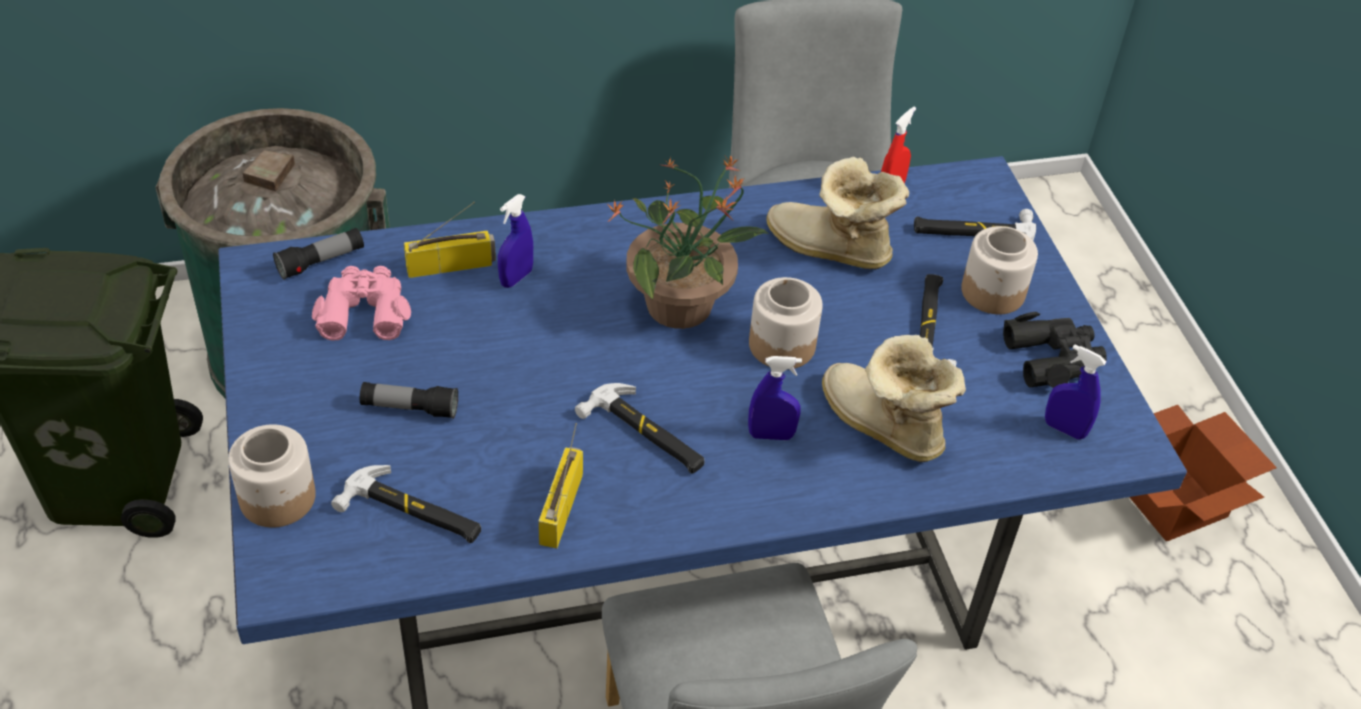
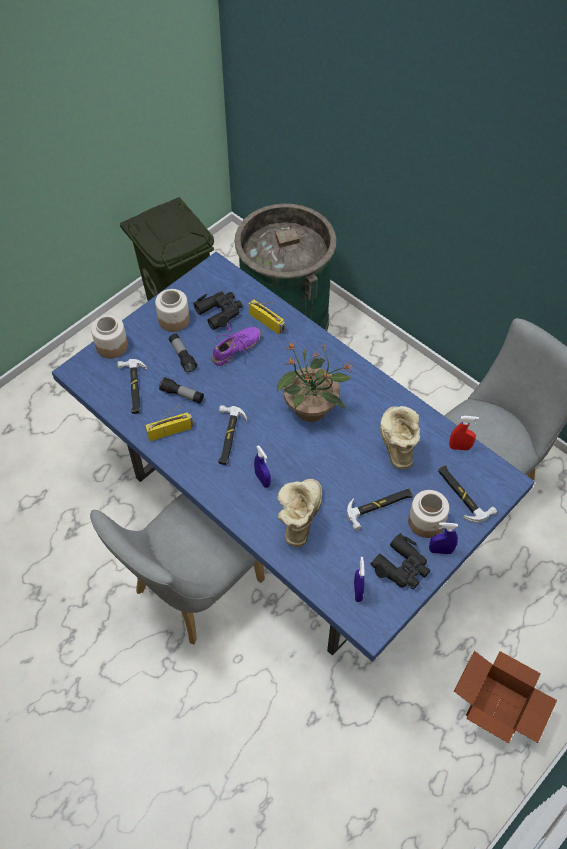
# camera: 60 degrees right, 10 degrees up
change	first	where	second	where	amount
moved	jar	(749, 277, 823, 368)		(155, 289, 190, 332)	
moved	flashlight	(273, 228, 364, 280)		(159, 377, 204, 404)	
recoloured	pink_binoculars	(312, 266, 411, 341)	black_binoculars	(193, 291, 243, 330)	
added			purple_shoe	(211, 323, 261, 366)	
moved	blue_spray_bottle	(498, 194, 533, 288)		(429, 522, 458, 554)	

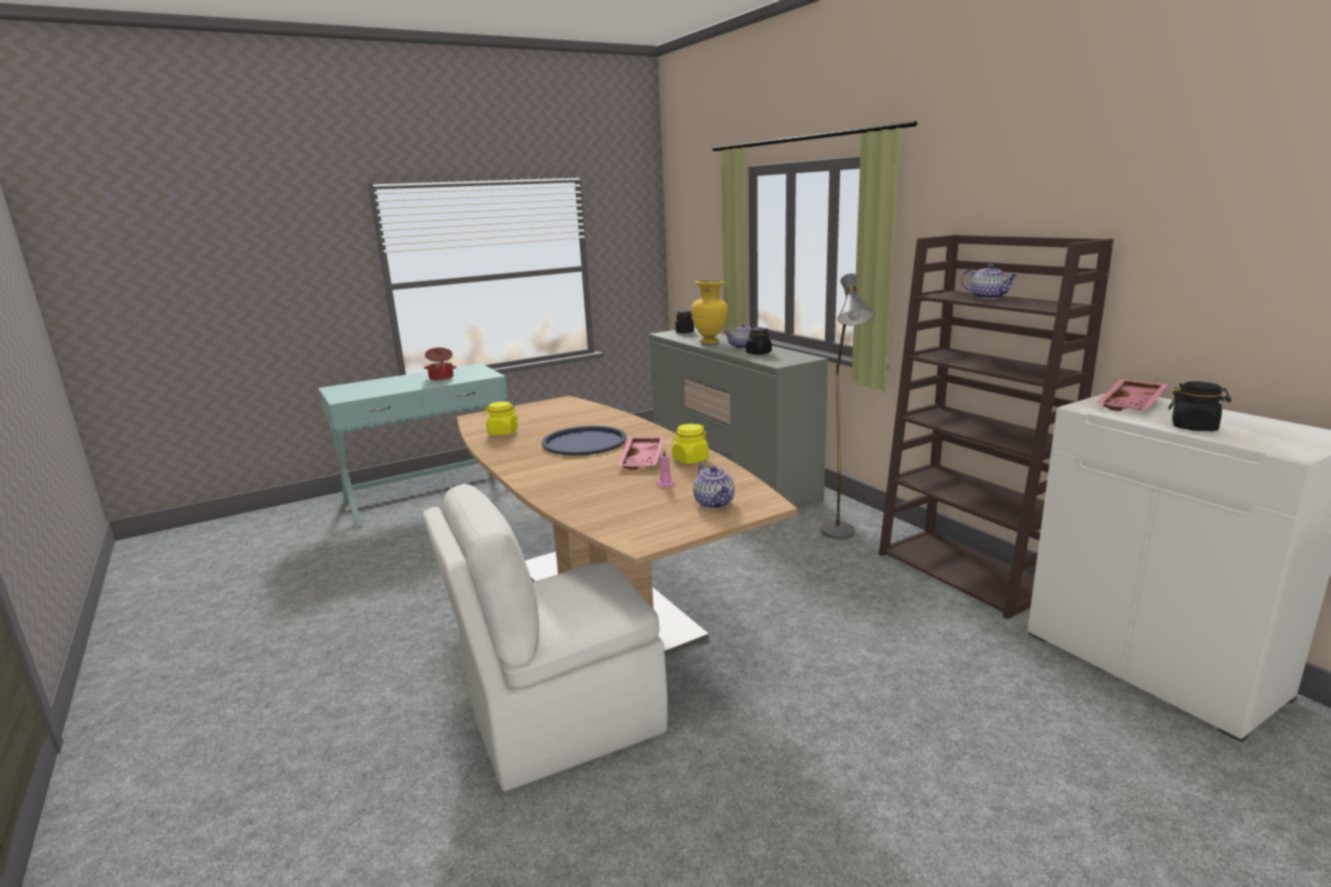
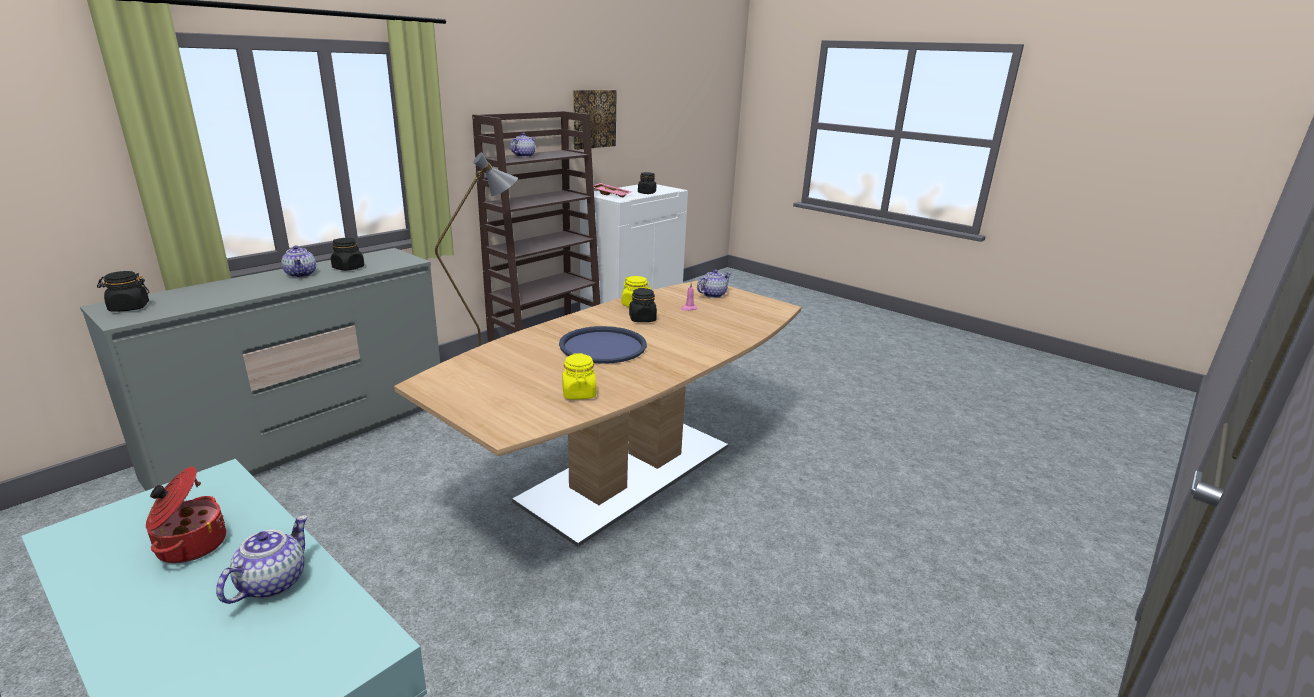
# camera: 110 degrees left, 5 degrees up
change	first	where	second	where	amount
added			teapot	(216, 515, 308, 604)	
added			picture	(573, 90, 617, 150)	
replaced	pink_tray	(617, 436, 665, 470)	black_jar	(629, 288, 657, 322)	
removed	white_chair	(423, 484, 668, 791)			
removed	yellow_vase	(692, 280, 728, 344)			

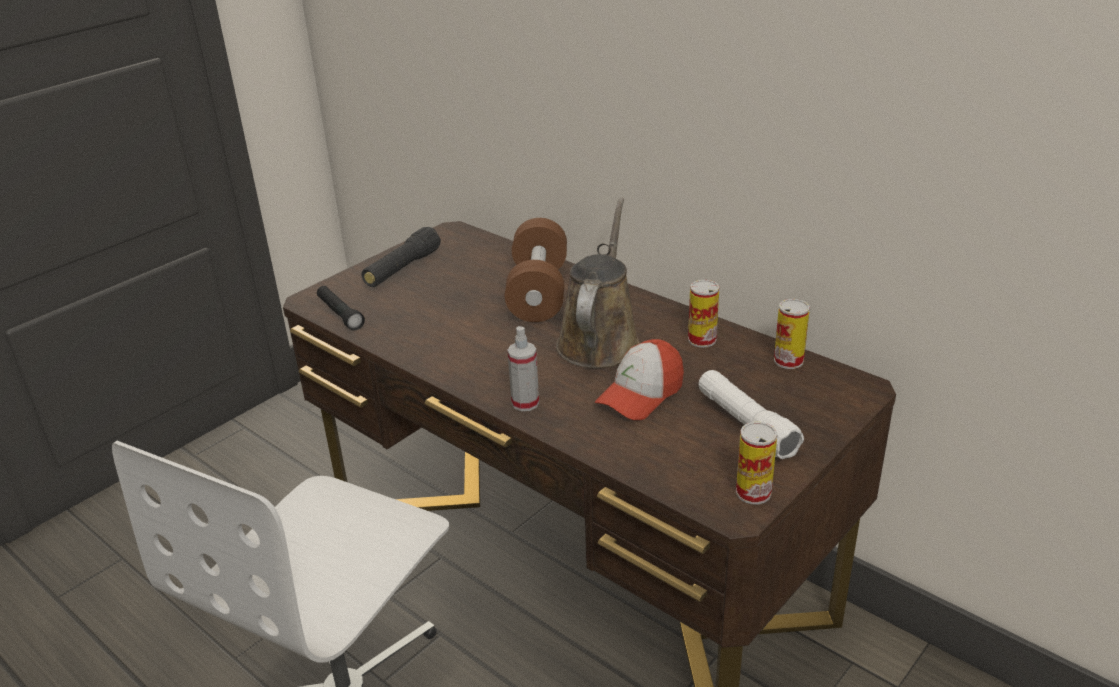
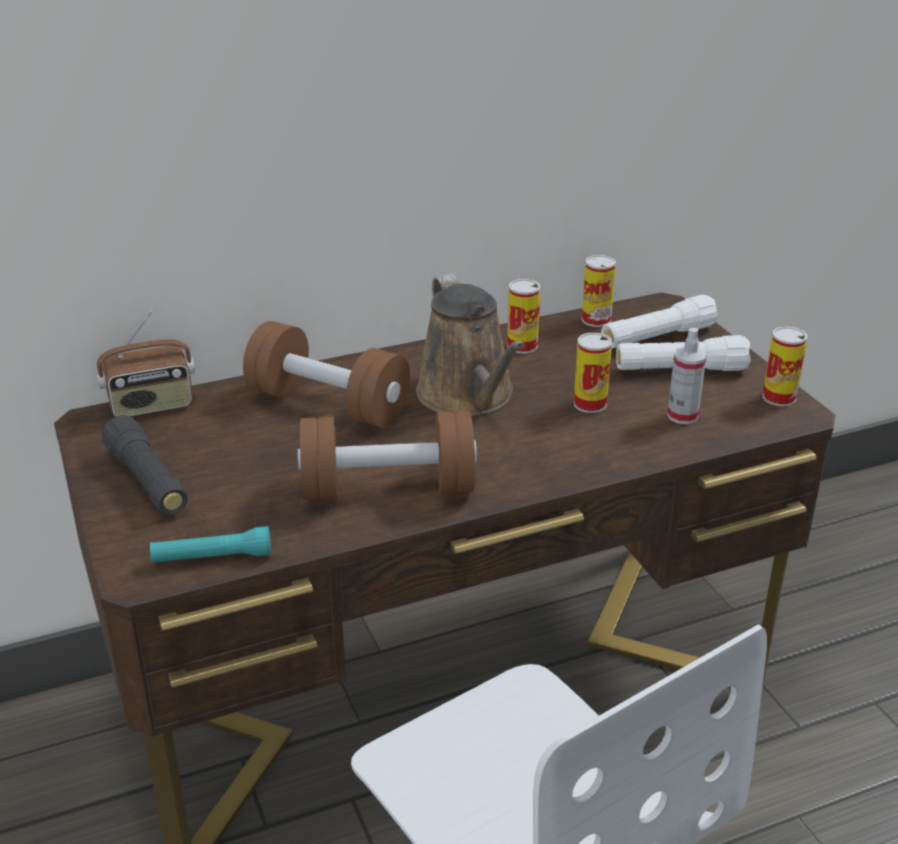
# camera: 65 degrees left, 0 degrees up
change	first	where	second	where	amount
added			radio	(97, 311, 195, 417)	
recoloured	black_flashlight	(317, 286, 365, 331)	turquoise_flashlight	(150, 526, 271, 563)	
added			brown_dumbbell	(298, 411, 477, 500)	
turned	brown_watering_can	(556, 198, 640, 368)		(416, 273, 525, 416)	150 degrees counterclockwise
replaced	cap	(595, 339, 684, 420)	can	(574, 333, 612, 413)	
added			white_flashlight	(601, 294, 718, 348)	
moved	spray_bottle	(508, 326, 539, 411)		(667, 328, 707, 424)	

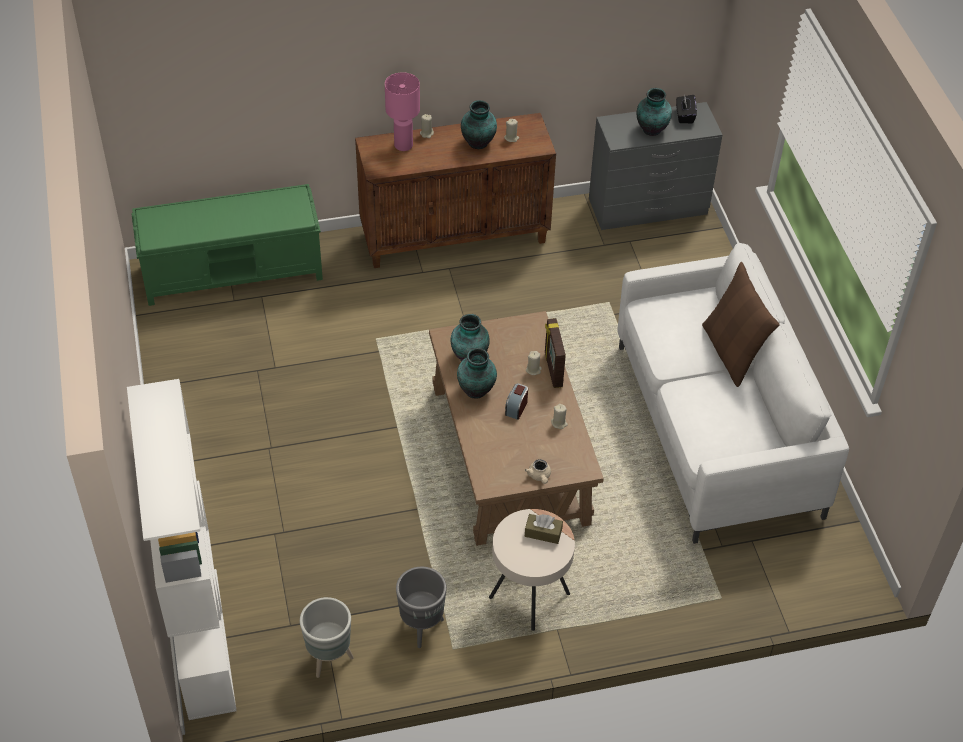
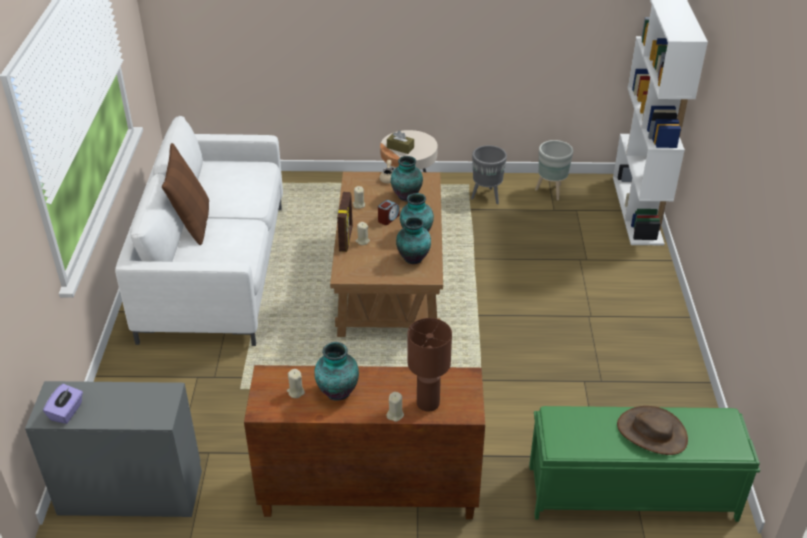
# camera: 165 degrees left, 10 degrees down
change	first	where	second	where	amount
recoloured	black_tissue_box	(676, 95, 697, 123)	purple_tissue_box	(43, 384, 83, 424)	
moved	vase	(636, 88, 672, 136)		(391, 156, 423, 201)	
recoloured	pink_table_lamp	(385, 72, 420, 151)	brown_table_lamp	(408, 318, 452, 412)	
added			brown_hat	(617, 406, 688, 455)	

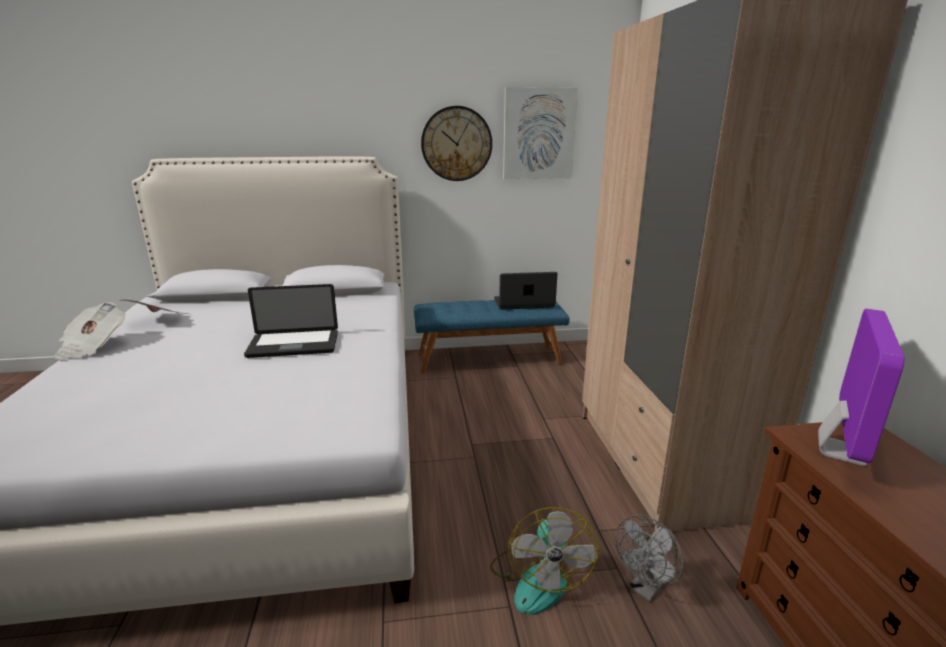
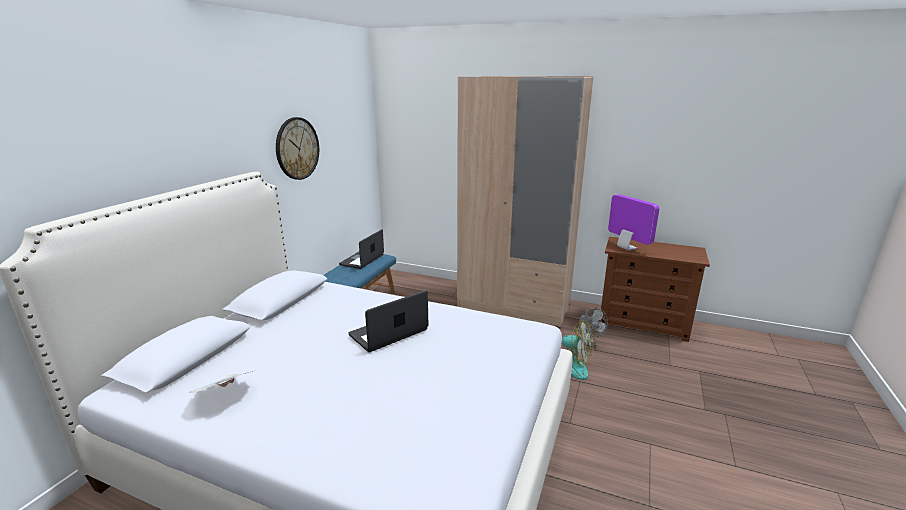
# camera: 60 degrees left, 0 degrees up
change	first	where	second	where	amount
turned	laptop	(244, 284, 338, 358)		(349, 290, 428, 352)	150 degrees counterclockwise
removed	newspaper	(54, 302, 125, 360)			
removed	picture	(503, 87, 578, 179)			

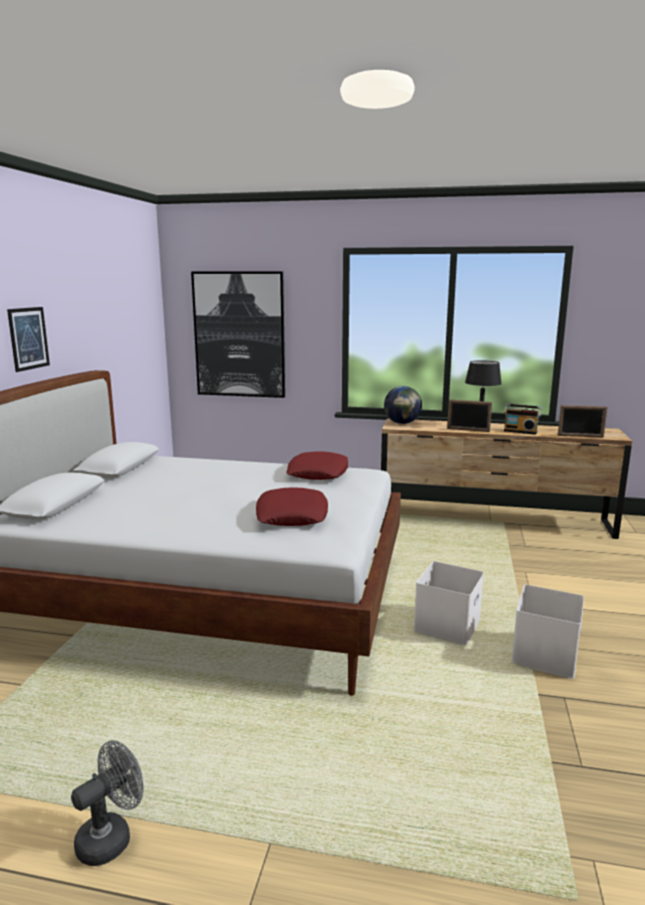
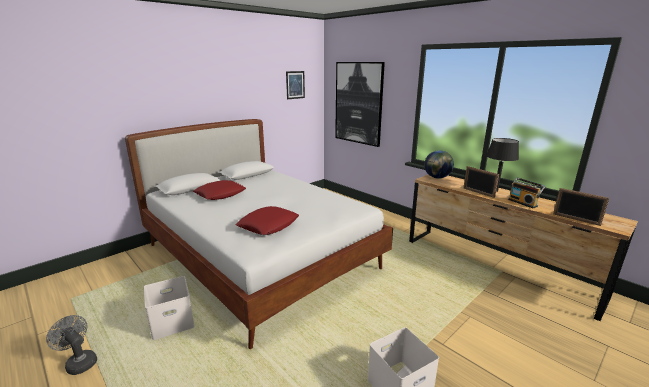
# camera: 35 degrees right, 5 degrees up
change	first	where	second	where	amount
turned	grey_fan	(71, 740, 144, 866)		(46, 315, 97, 375)	135 degrees counterclockwise
moved	white_storage_box	(414, 561, 484, 645)		(144, 276, 194, 340)	
moved	red_pillow	(287, 451, 348, 480)		(193, 180, 246, 200)	
moved	picture	(7, 307, 50, 372)		(286, 71, 305, 99)	

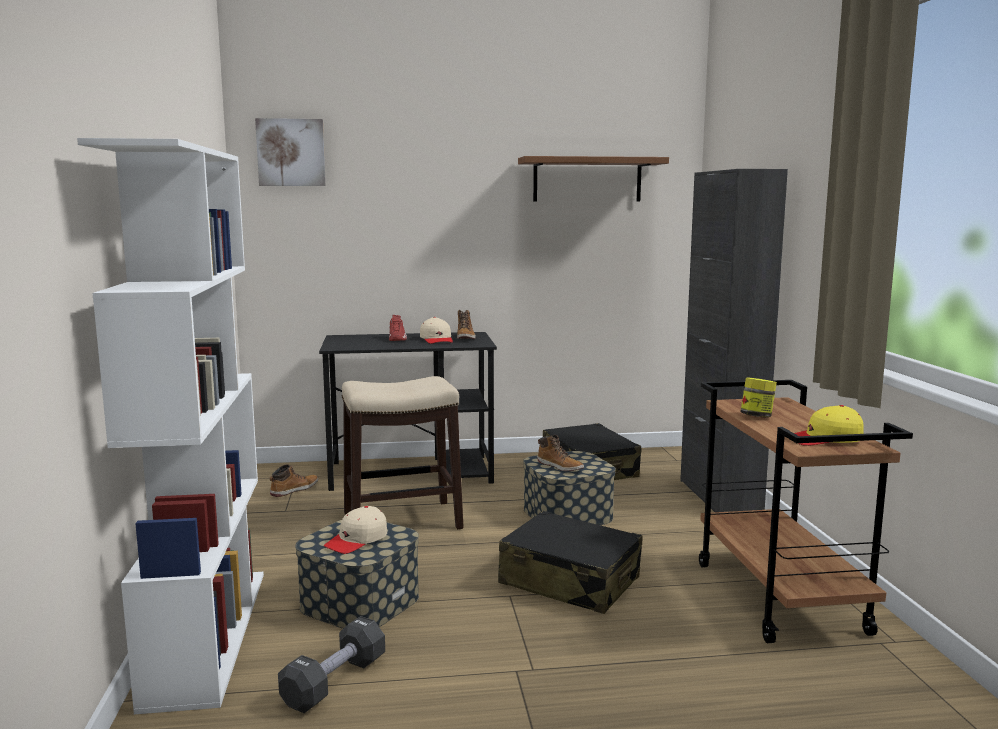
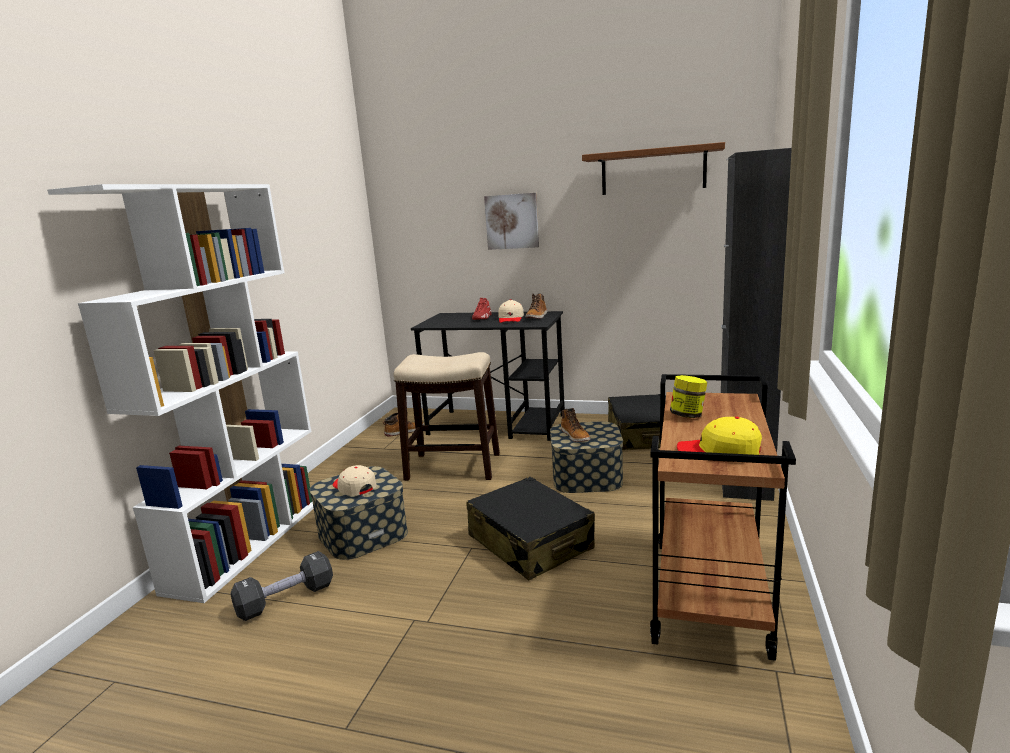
# camera: 25 degrees right, 5 degrees up
change	first	where	second	where	amount
turned	beige_cap	(324, 506, 387, 554)		(333, 465, 376, 496)	75 degrees clockwise
moved	picture	(255, 118, 326, 186)		(484, 193, 539, 250)	

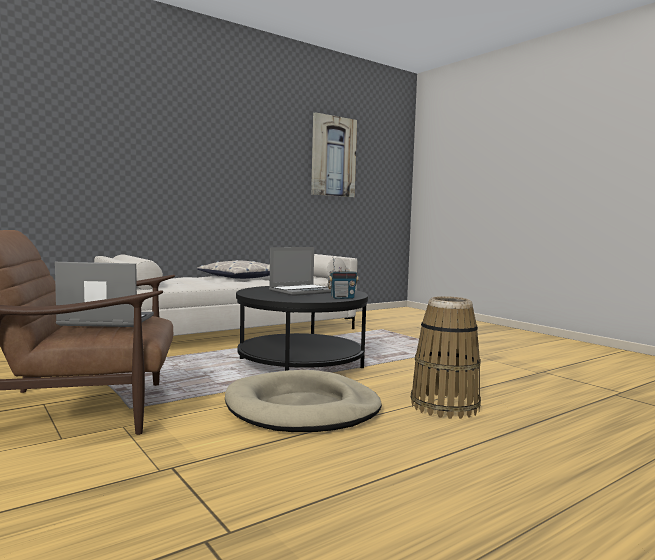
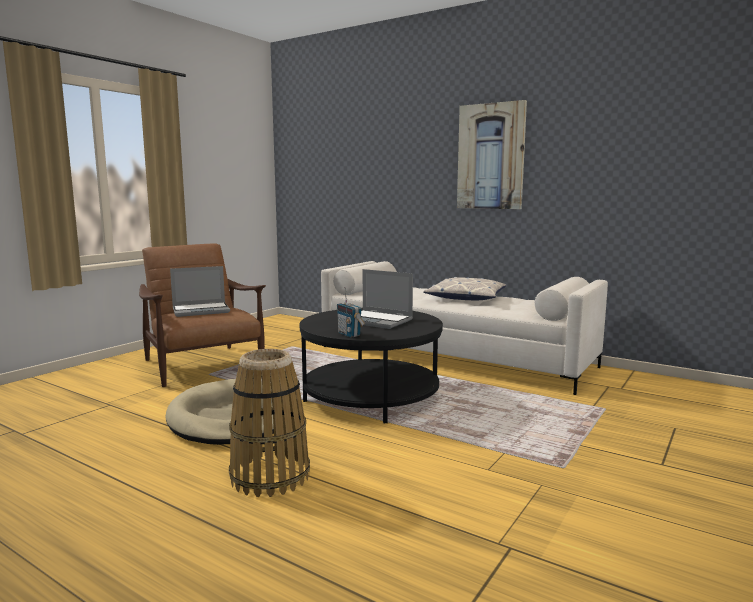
# camera: 70 degrees right, 5 degrees up
change	first	where	second	where	amount
turned	laptop	(55, 262, 154, 327)		(170, 266, 230, 317)	90 degrees clockwise
moved	picture	(311, 112, 357, 197)		(457, 100, 527, 209)	

